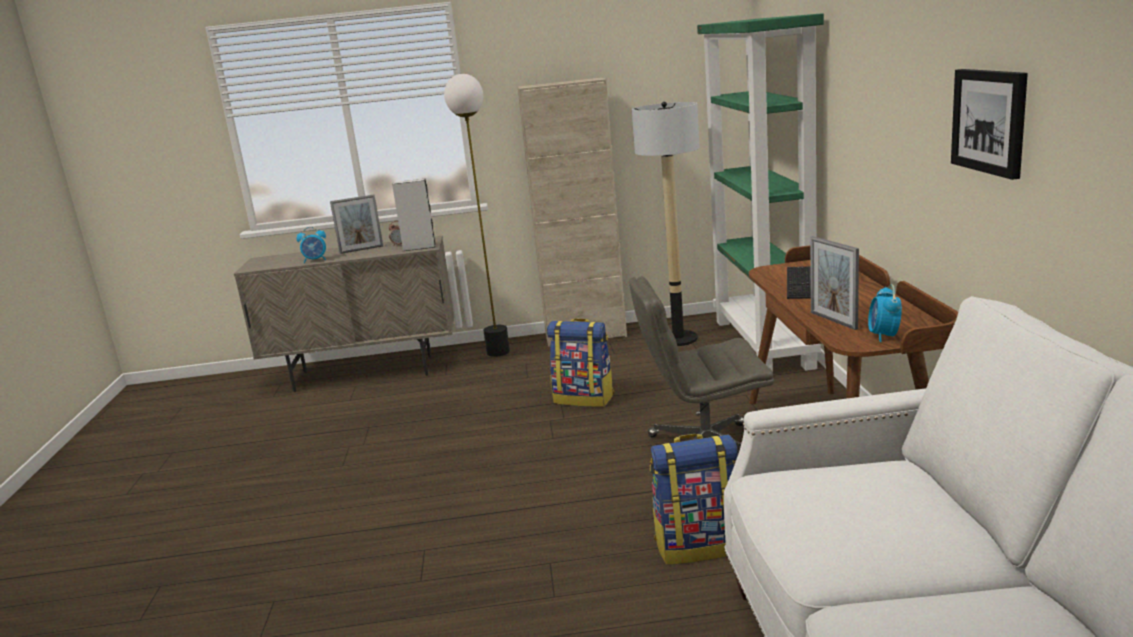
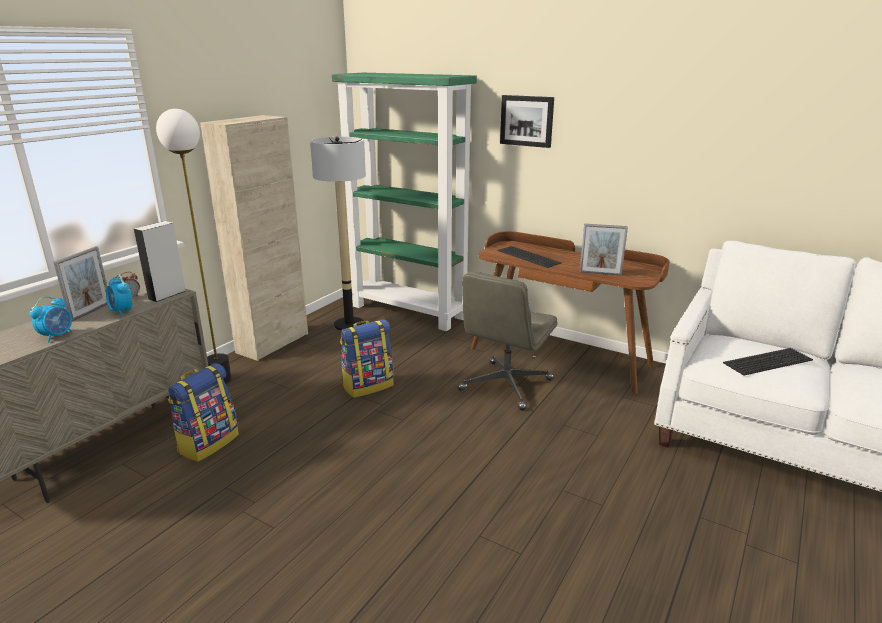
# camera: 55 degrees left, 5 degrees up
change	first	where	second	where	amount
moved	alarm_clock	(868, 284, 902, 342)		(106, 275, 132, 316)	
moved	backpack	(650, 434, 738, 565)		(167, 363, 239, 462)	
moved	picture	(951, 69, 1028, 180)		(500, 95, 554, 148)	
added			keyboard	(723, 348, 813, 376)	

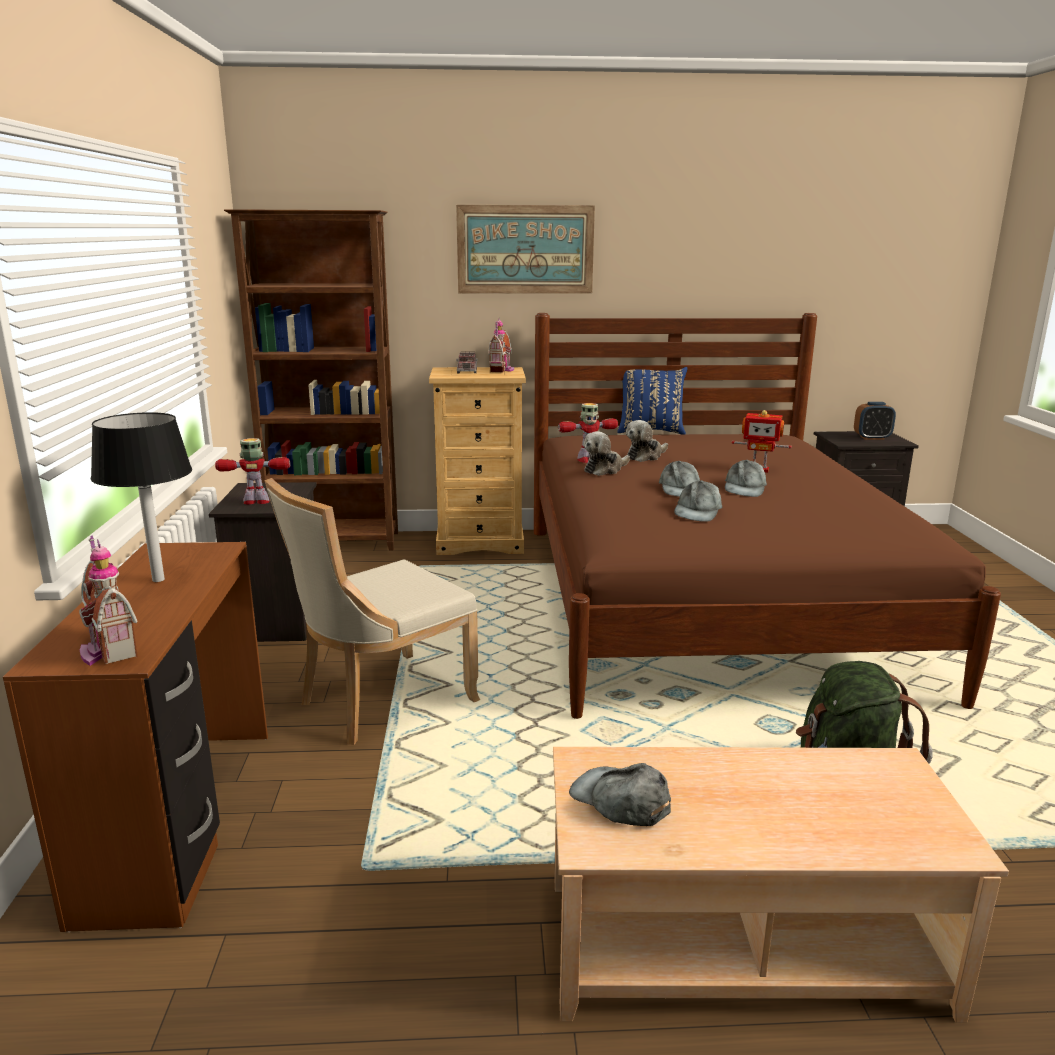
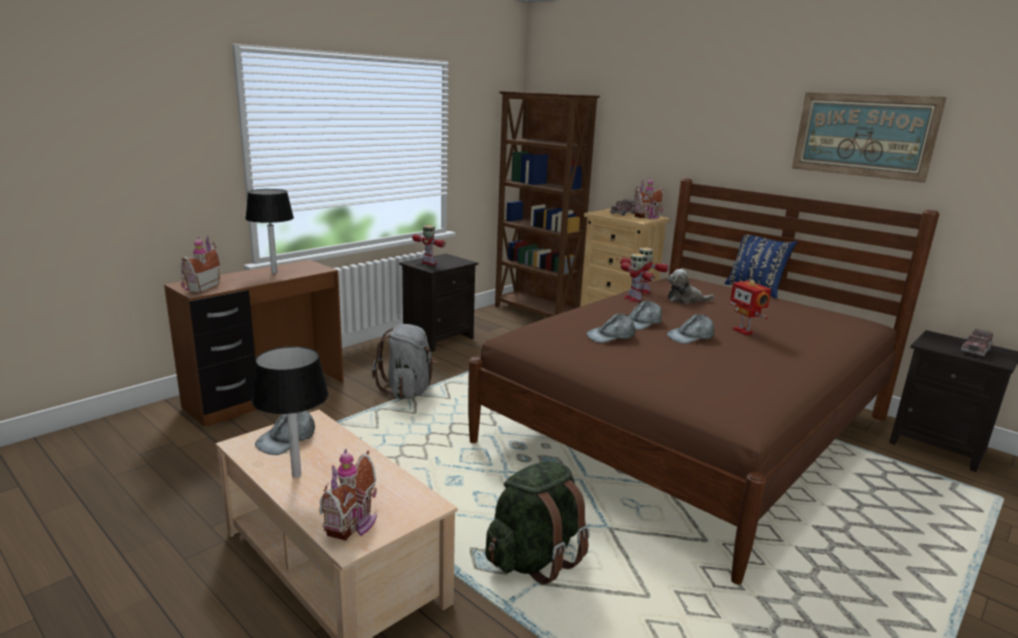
# camera: 45 degrees right, 0 degrees up
change	first	where	second	where	amount
added			black_table_lamp	(251, 346, 329, 477)	
turned	grey_cap	(569, 763, 671, 826)		(255, 411, 315, 455)	150 degrees counterclockwise
added			toy_house	(319, 448, 377, 541)	
replaced	beige_chair	(264, 478, 480, 745)	grey_backpack	(372, 324, 438, 399)	
replaced	plush_toy	(583, 431, 630, 476)	toy_robot	(621, 253, 655, 302)	
moved	picture	(456, 205, 595, 294)		(792, 92, 947, 183)	
replaced	alarm_clock	(854, 402, 896, 440)	toy_truck	(961, 329, 993, 357)	

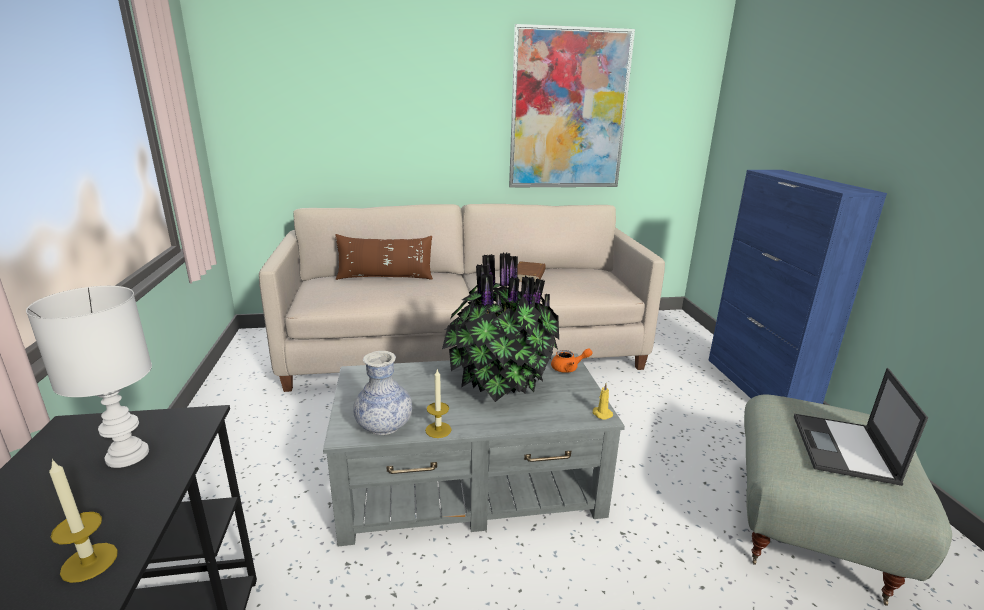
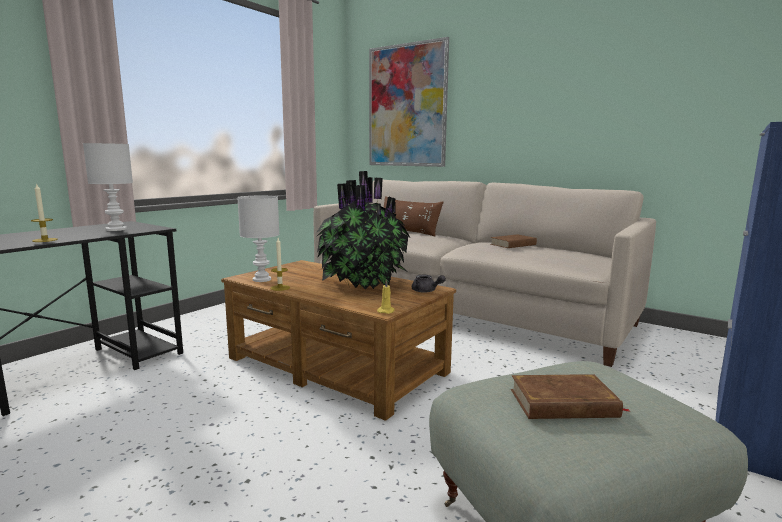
# camera: 45 degrees right, 10 degrees down
change	first	where	second	where	amount
recoloured	grey_coffee_table	(323, 353, 625, 546)	brown_coffee_table	(221, 260, 456, 421)	
replaced	vase	(353, 351, 412, 435)	white_table_lamp	(237, 196, 280, 282)	
moved	picture	(509, 24, 635, 187)		(369, 37, 449, 167)	
recoloured	orange_teapot	(551, 348, 592, 373)	grey_teapot	(412, 274, 446, 293)	
replaced	laptop	(794, 368, 928, 486)	brown_book	(511, 374, 629, 419)	

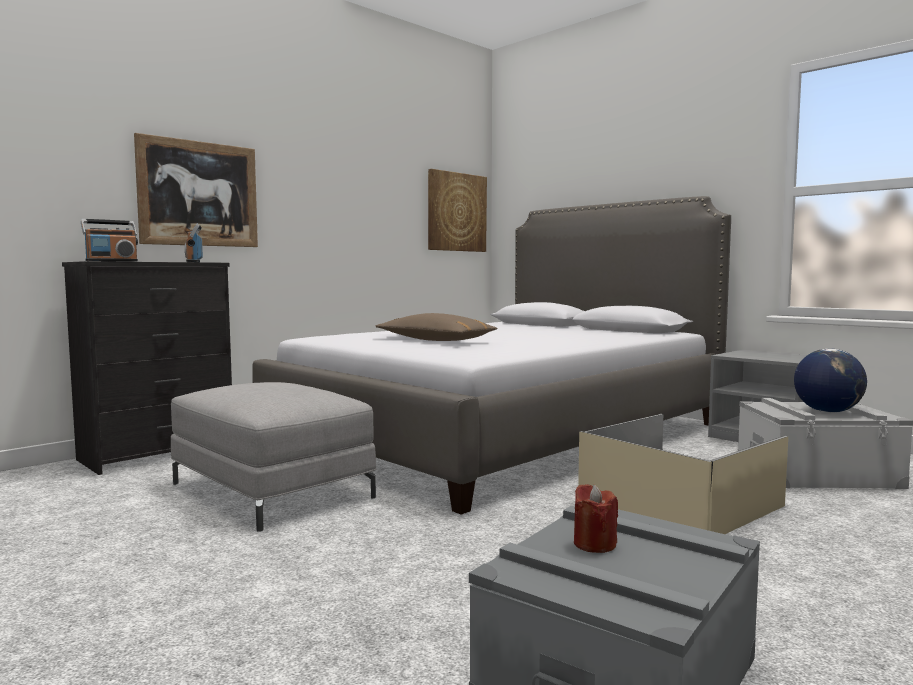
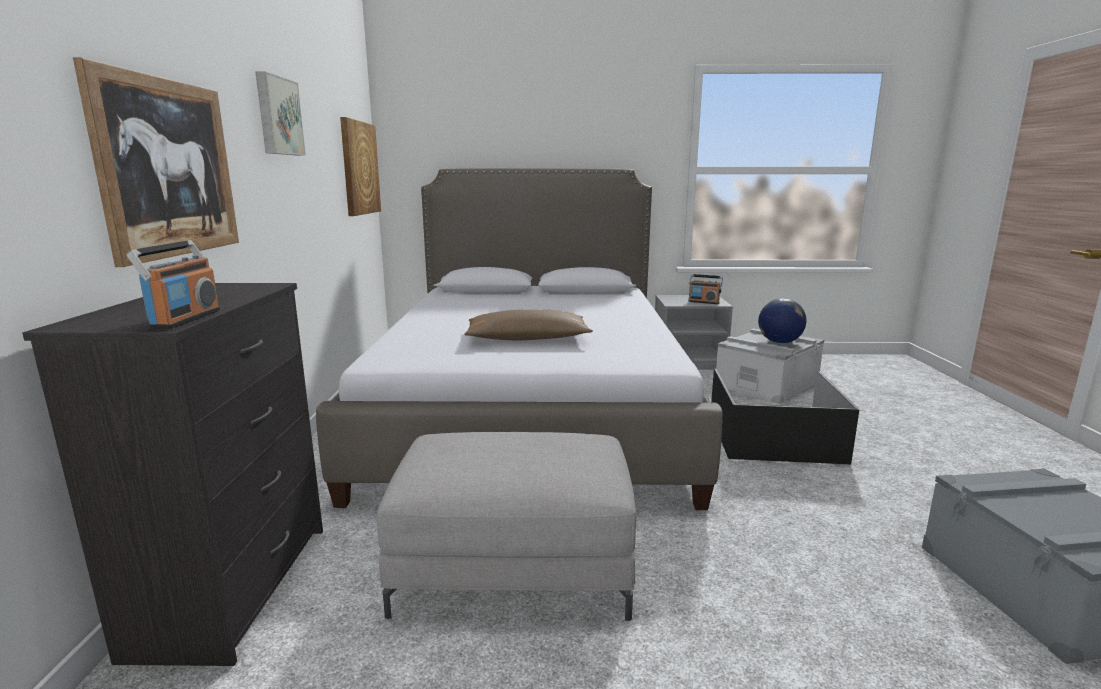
# camera: 45 degrees left, 10 degrees up
change	first	where	second	where	amount
added			picture	(255, 71, 306, 156)	
moved	radio	(185, 223, 203, 262)		(688, 274, 723, 304)	
recoloured	beige_storage_box	(578, 414, 788, 534)	black_storage_box	(711, 369, 859, 464)	
removed	red_candle	(574, 484, 618, 553)			

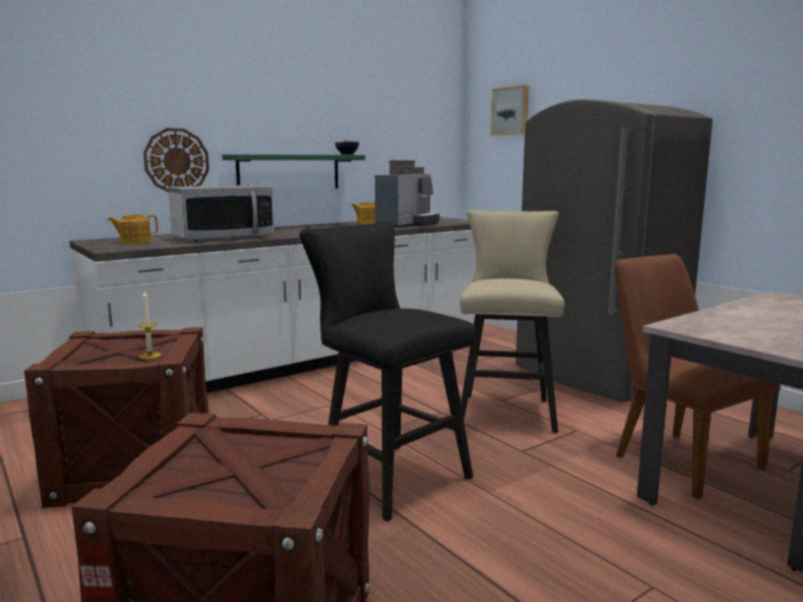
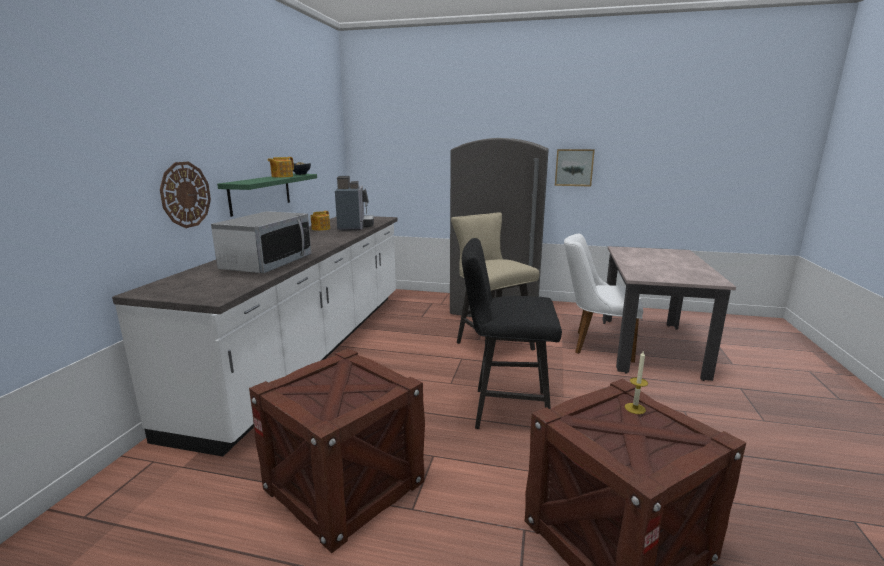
# camera: 40 degrees left, 5 degrees up
change	first	where	second	where	amount
moved	teapot	(107, 215, 158, 244)		(267, 157, 294, 178)	
moved	picture	(490, 85, 529, 136)		(555, 149, 595, 187)	
recoloured	brown_chair	(614, 254, 781, 499)	white_chair	(564, 234, 643, 363)	
moved	candle	(138, 290, 161, 359)		(625, 350, 648, 414)	

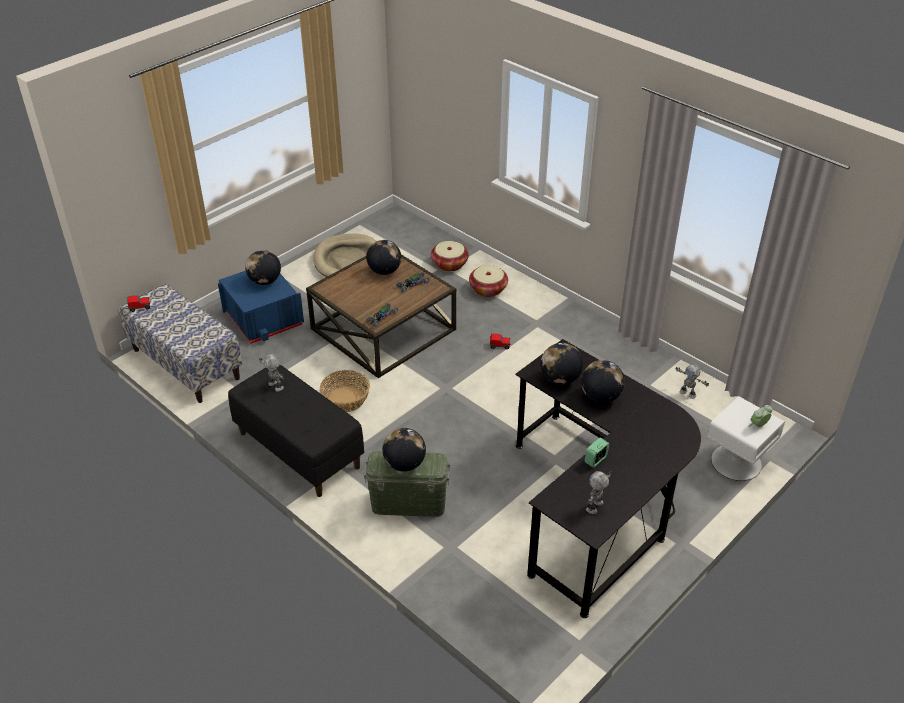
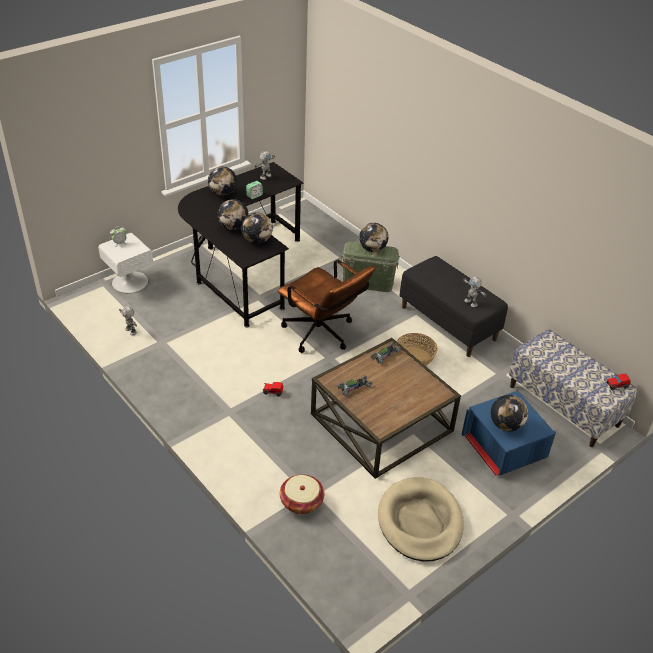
# camera: 175 degrees left, 0 degrees up
change	first	where	second	where	amount
moved	globe	(366, 240, 401, 275)		(208, 166, 237, 196)	
added			brown_office_chair	(278, 260, 375, 353)	
removed	basket	(469, 265, 508, 297)			

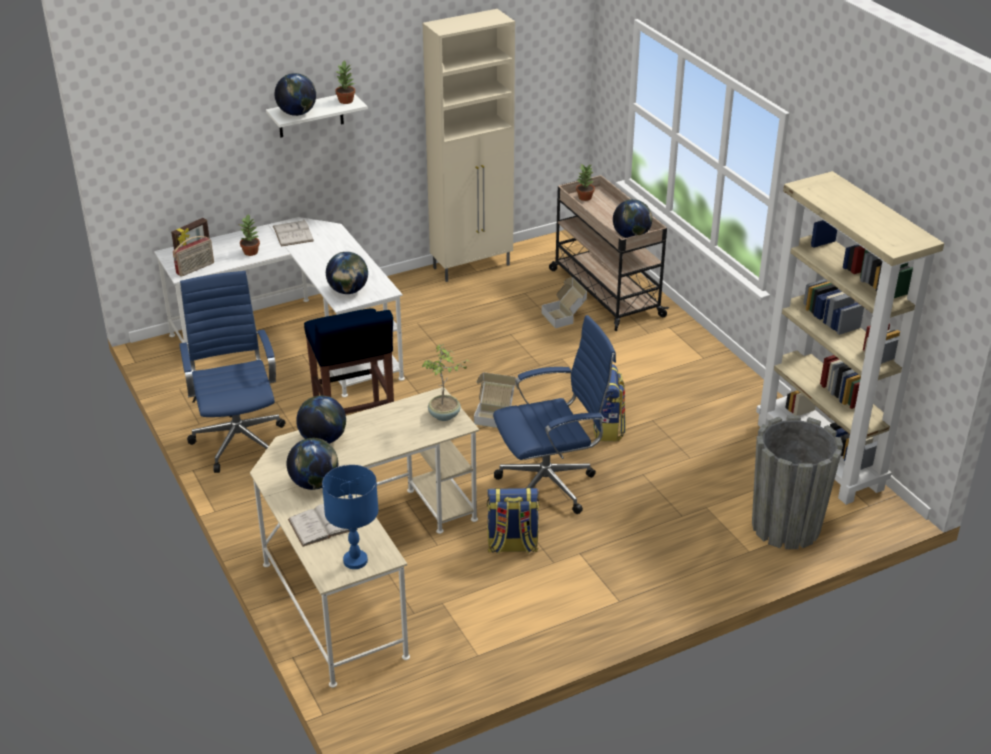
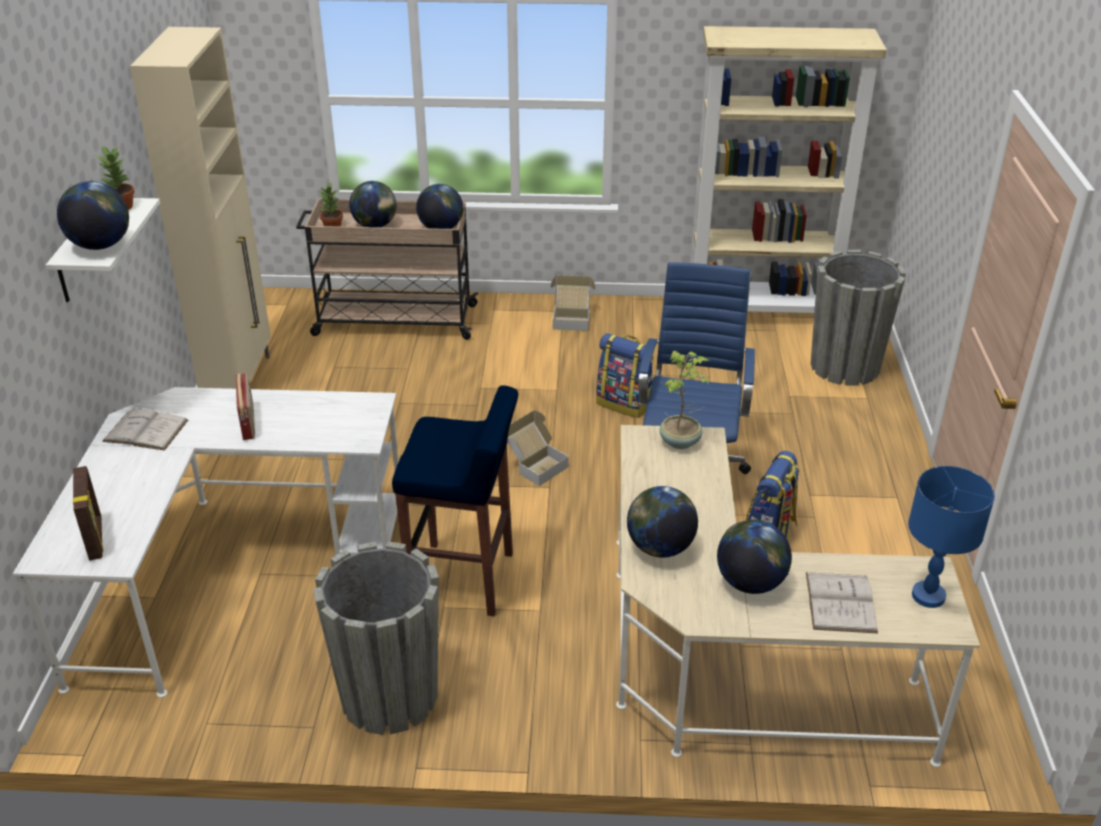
# camera: 60 degrees left, 0 degrees up
change	first	where	second	where	amount
moved	radio	(173, 236, 214, 277)		(236, 373, 255, 440)	
replaced	blue_office_chair	(179, 271, 285, 473)	grey_planter	(313, 541, 439, 735)	
moved	globe	(326, 252, 368, 294)		(349, 181, 396, 227)	
moved	cardboard_box	(542, 277, 587, 328)		(551, 275, 595, 331)	
removed	potted_plant	(239, 214, 260, 256)			

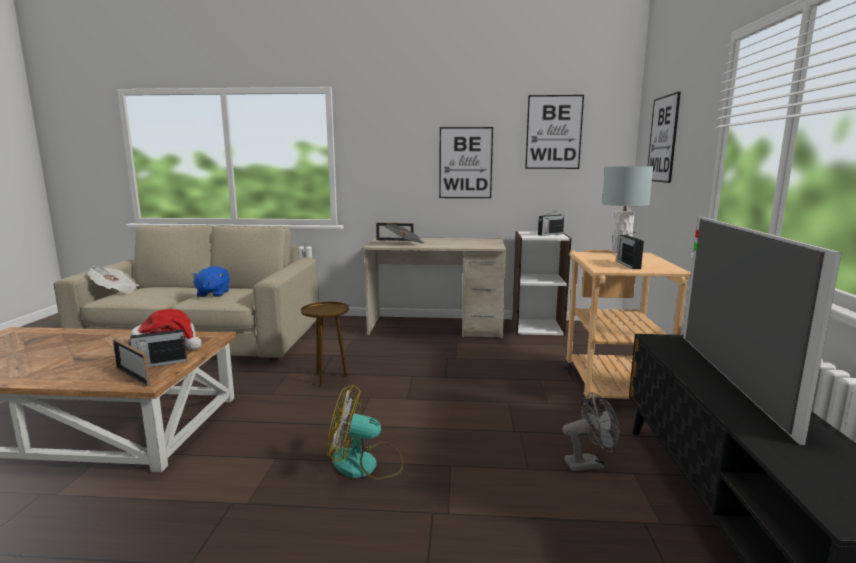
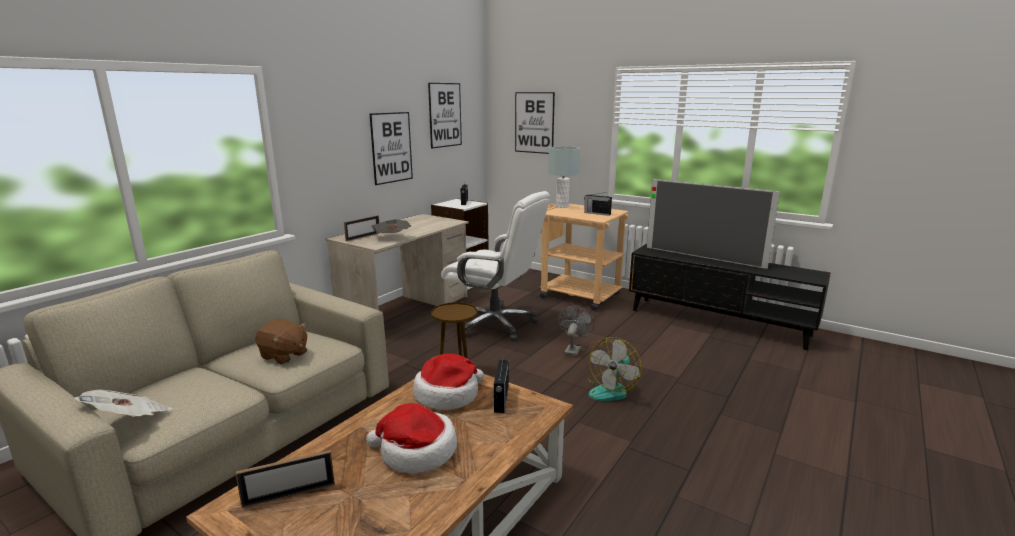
# camera: 60 degrees left, 5 degrees up
change	first	where	second	where	amount
moved	picture_frame	(113, 339, 151, 387)		(235, 450, 335, 508)	
recoloured	blue_plush_toy	(191, 266, 230, 297)	brown_plush_toy	(255, 320, 307, 364)	
added			hat	(366, 403, 457, 473)	
added			white_office_chair	(441, 191, 550, 341)	
moved	grey_fan	(562, 392, 620, 471)		(558, 306, 594, 356)	

